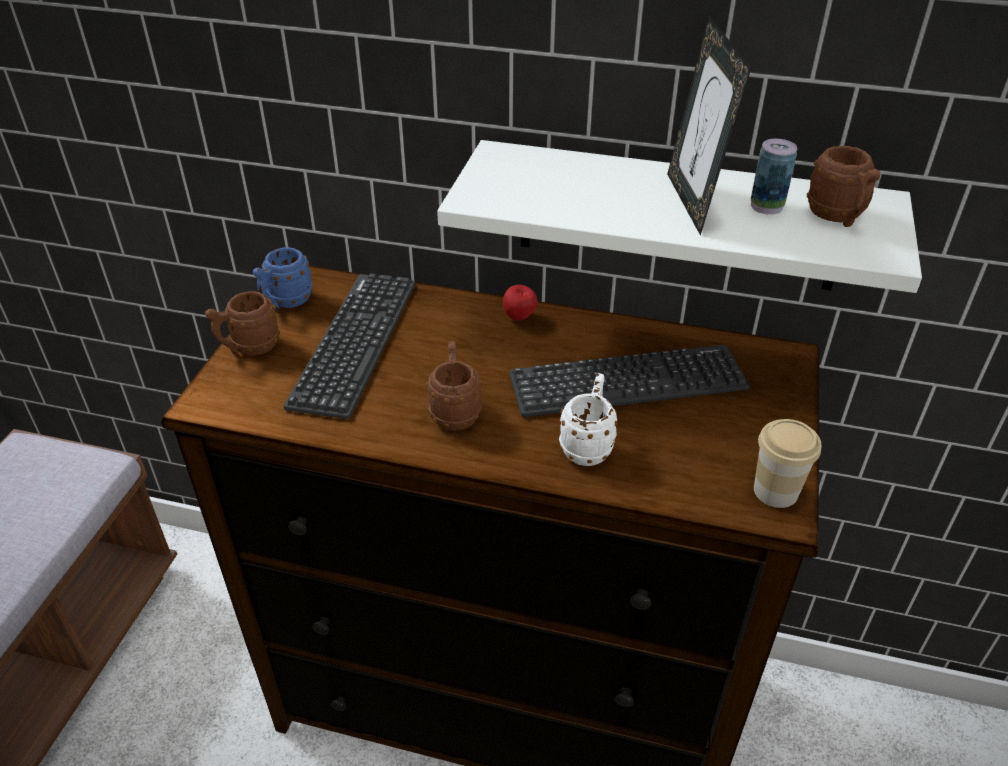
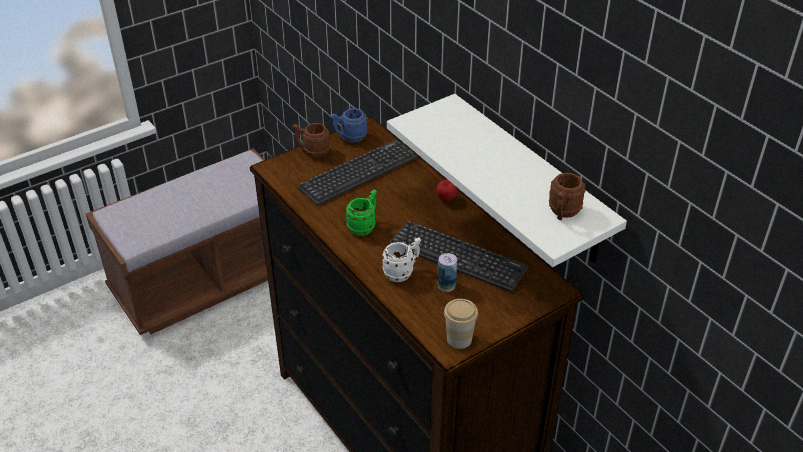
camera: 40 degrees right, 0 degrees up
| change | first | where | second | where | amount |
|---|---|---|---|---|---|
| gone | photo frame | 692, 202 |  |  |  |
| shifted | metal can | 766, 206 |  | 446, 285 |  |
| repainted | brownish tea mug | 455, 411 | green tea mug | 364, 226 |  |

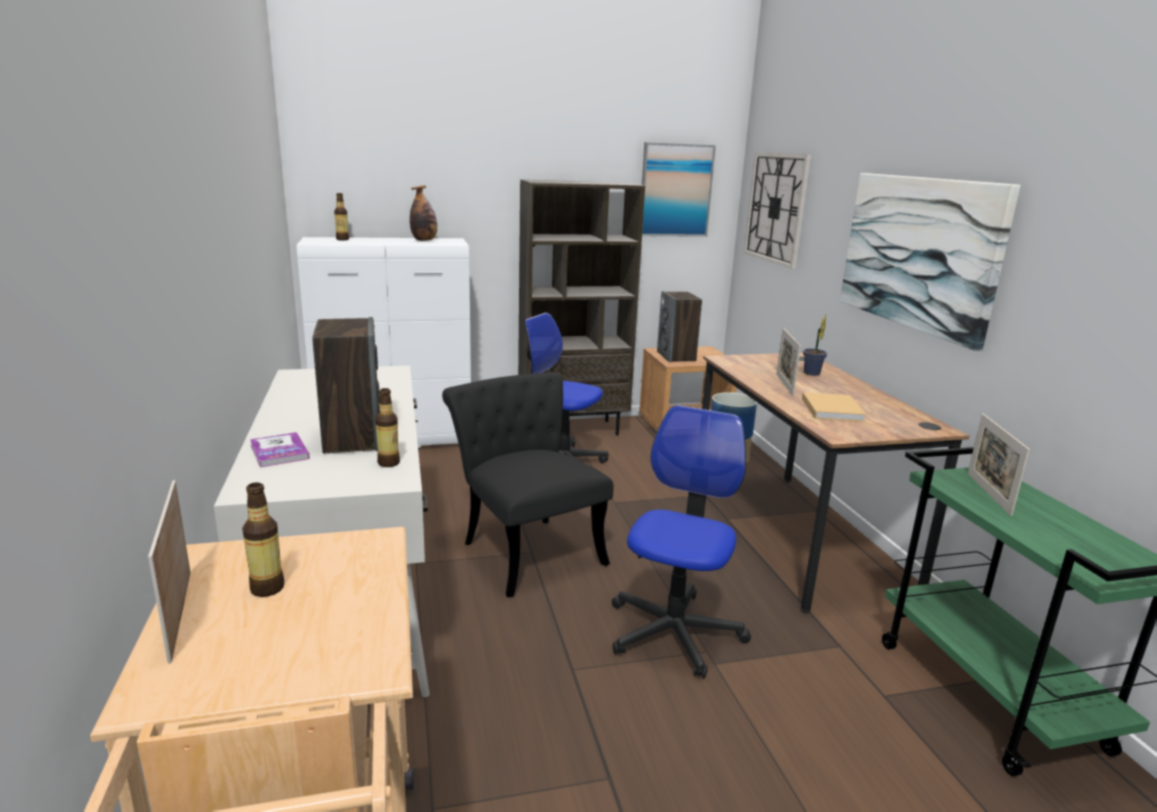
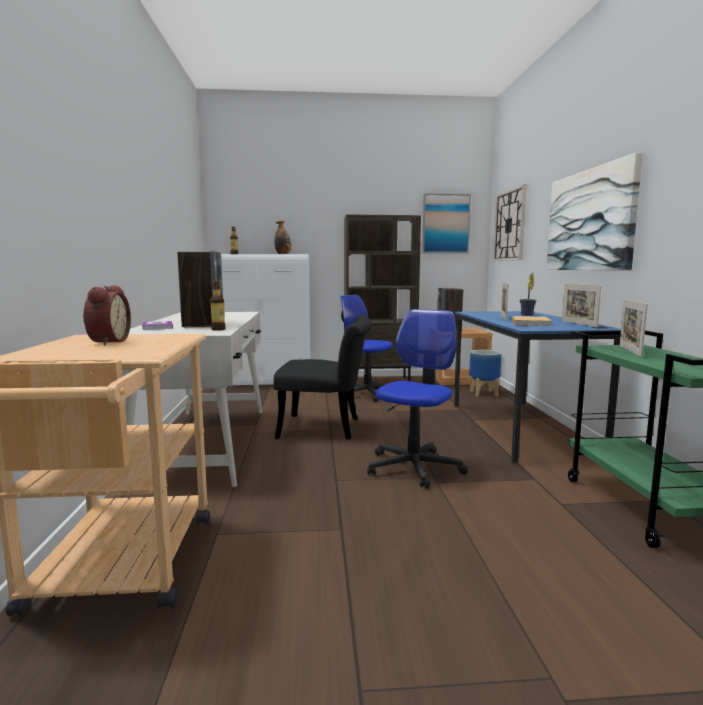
camera: 10 degrees right, 10 degrees down
| change | first | where | second | where | amount |
|---|---|---|---|---|---|
| shifted | photo frame | 180, 614 |  | 578, 324 |  |
| swapped | bottle | 267, 588 | table clock | 107, 342 |  |
| repainted | brownish desk unit | 794, 535 | blue desk unit | 519, 428 |  |
| rotated | black plain chair | 526, 549 |  | 327, 428 | 120 degrees clockwise |

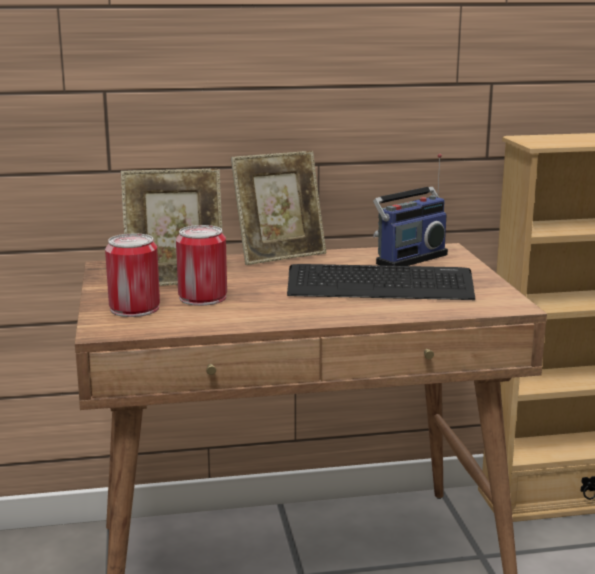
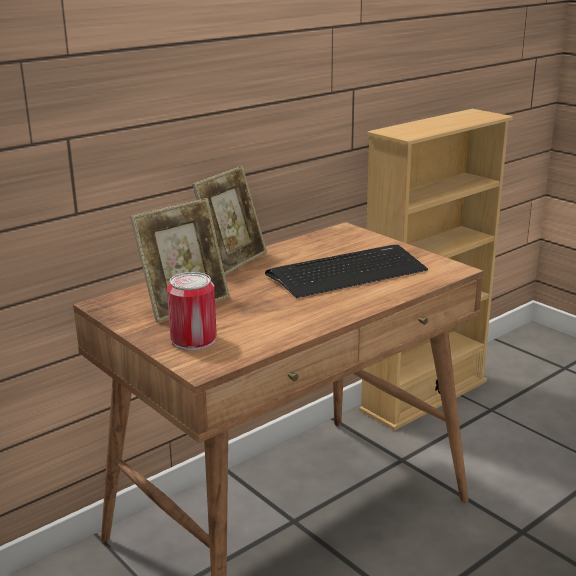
camera: 30 degrees left, 5 degrees up
| change | first | where | second | where | amount |
|---|---|---|---|---|---|
| gone | metal can | 202, 297 |  |  |  |
| gone | radio receiver | 408, 258 |  |  |  |

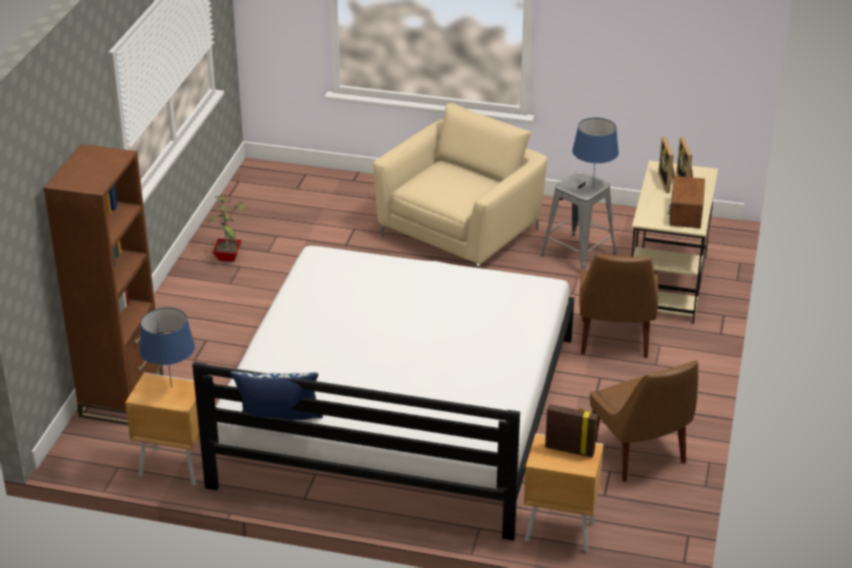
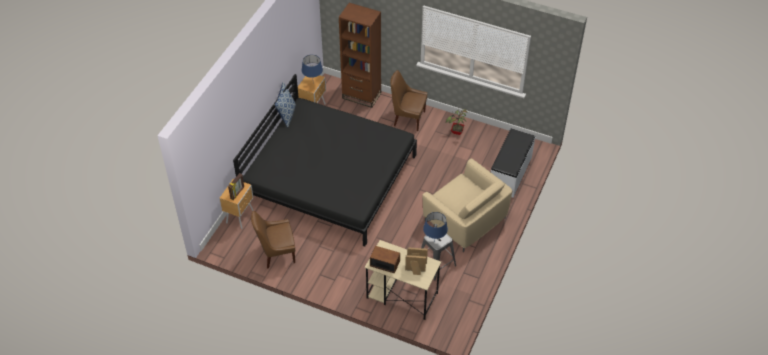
camera: 100 degrees right, 15 degrees up
| change | first | where | second | where | amount |
|---|---|---|---|---|---|
| new |  |  | whitish bench | 511, 173 |  |
| shifted | brownish plain chair | 614, 341 |  | 408, 118 |  |
| repainted | whitish sleeping bed | 398, 410 | black sleeping bed | 329, 177 |  |

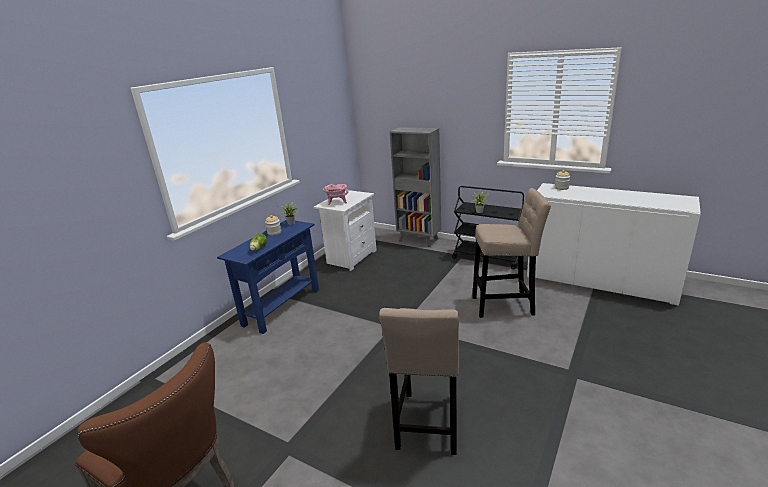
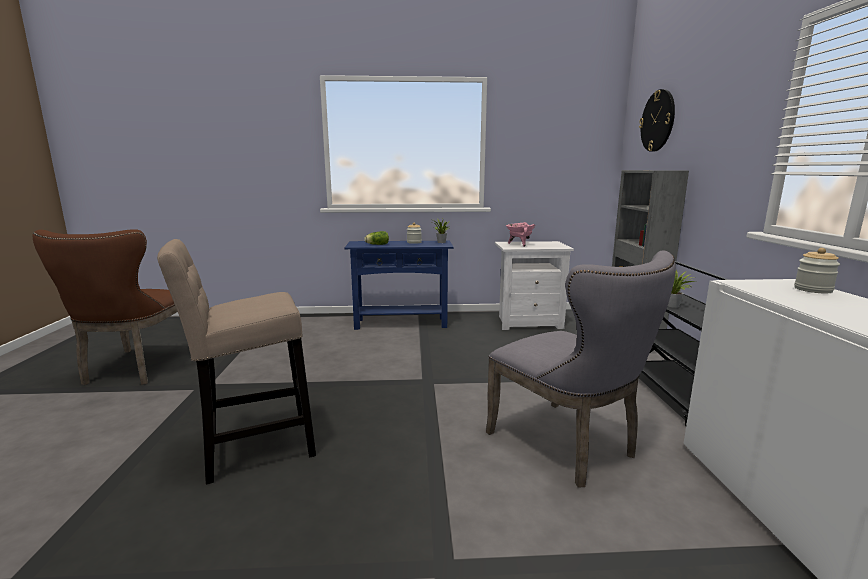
camera: 55 degrees right, 10 degrees down
| change | first | where | second | where | amount |
|---|---|---|---|---|---|
| new |  |  | hanging clock | 657, 121 |  |
| swapped | beige-coloured stool | 506, 305 | gray plain chair | 569, 446 |  |

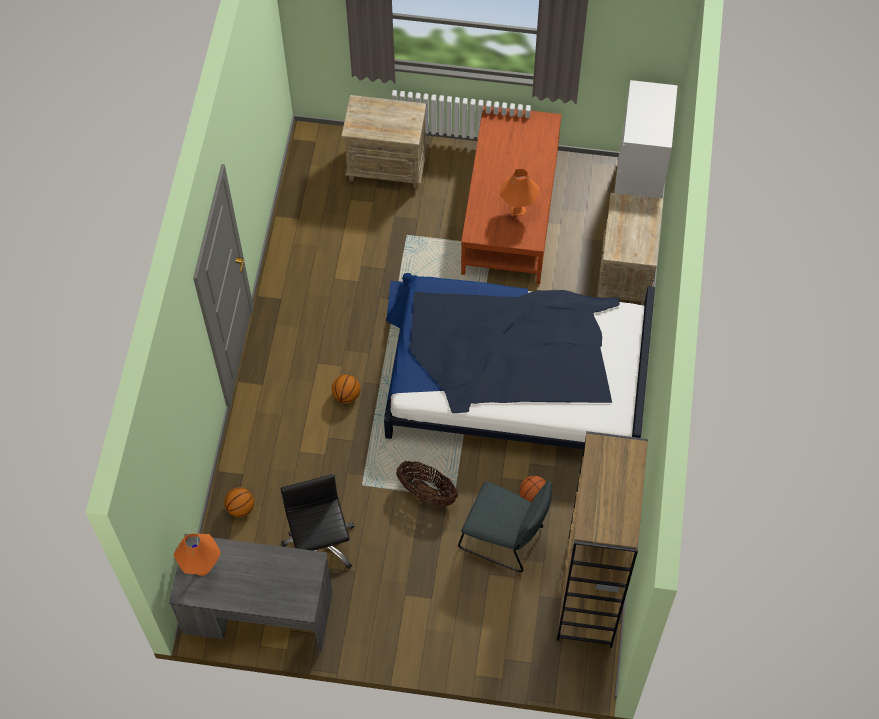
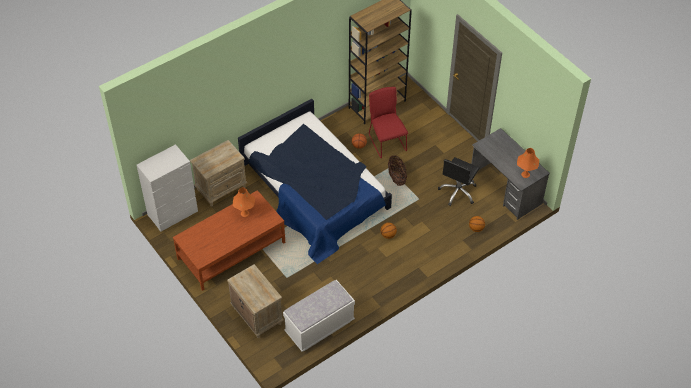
camera: 135 degrees left, 10 degrees down
| change | first | where | second | where | amount |
|---|---|---|---|---|---|
| new |  |  | whitish bench | 319, 327 |  |
| repainted | gray plain chair | 504, 539 | red plain chair | 386, 141 |  |

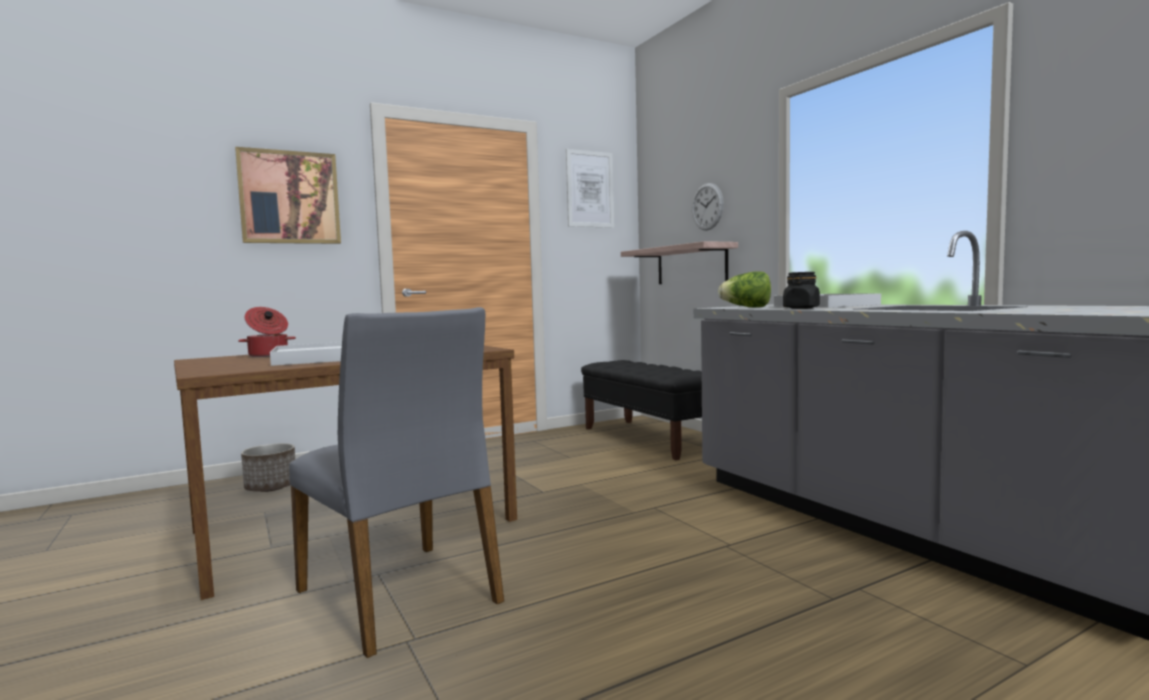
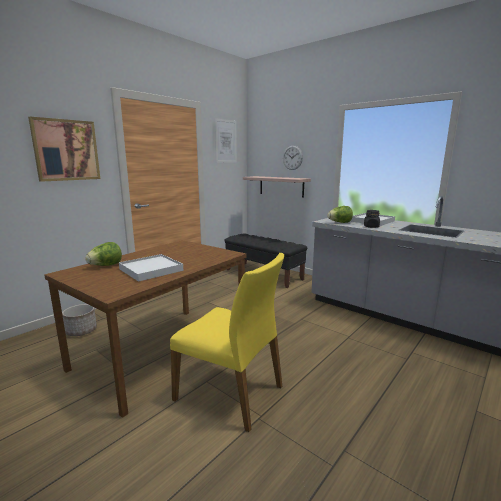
camera: 20 degrees left, 10 degrees up
| change | first | where | second | where | amount |
|---|---|---|---|---|---|
| swapped | stockpot | 268, 355 | head of lettuce | 106, 266 |  |
| repainted | gray plain chair | 401, 595 | yellow-coloured plain chair | 231, 392 |  |

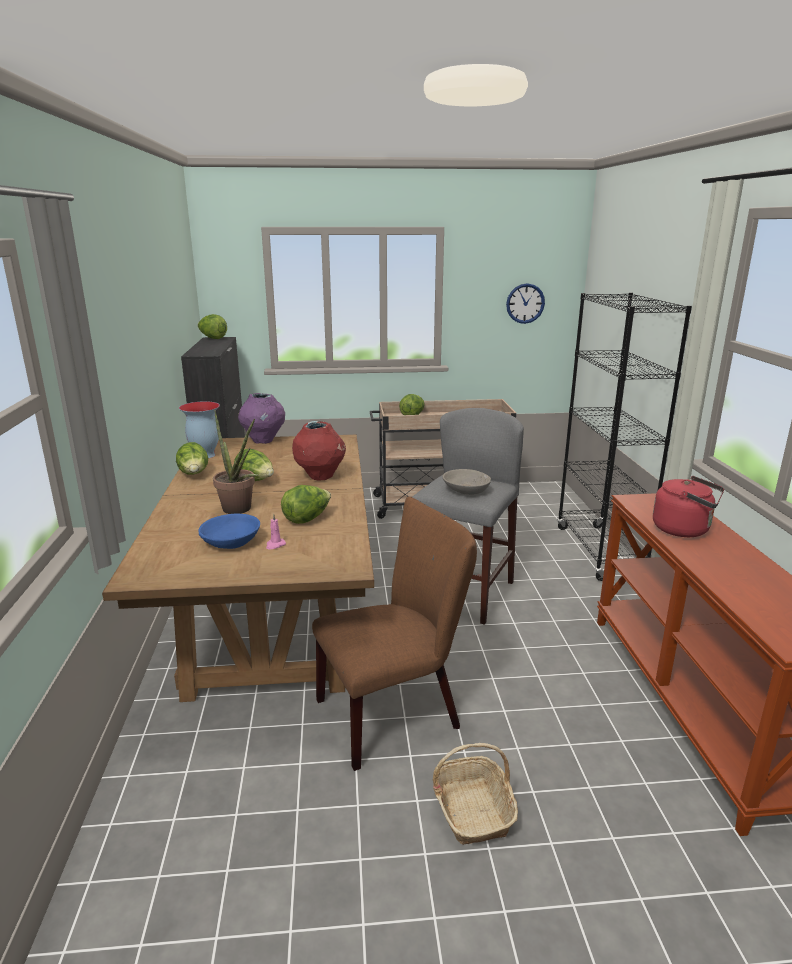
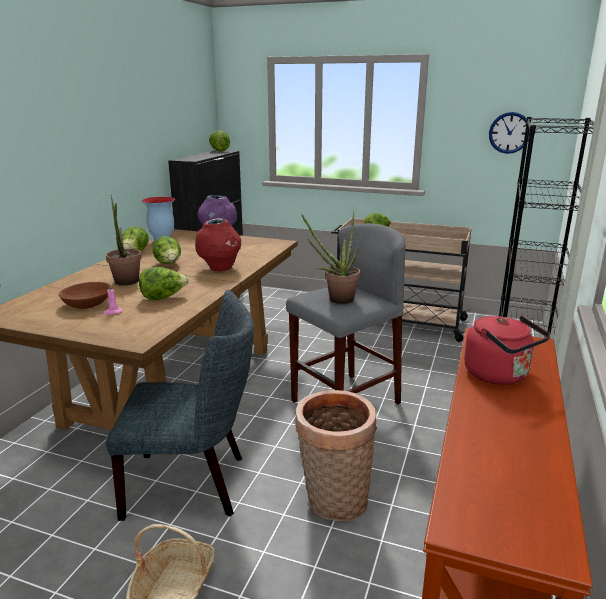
camera: 25 degrees right, 0 degrees up
| change | first | where | second | where | amount |
|---|---|---|---|---|---|
| new |  |  | storage basket | 333, 501 |  |
| swapped | gray serving bowl | 466, 490 | houseplant | 336, 300 |  |
| repainted | blue serving bowl | 231, 542 | brownish serving bowl | 87, 304 |  |
| repainted | brownish plain chair | 396, 711 | gray plain chair | 194, 484 |  |

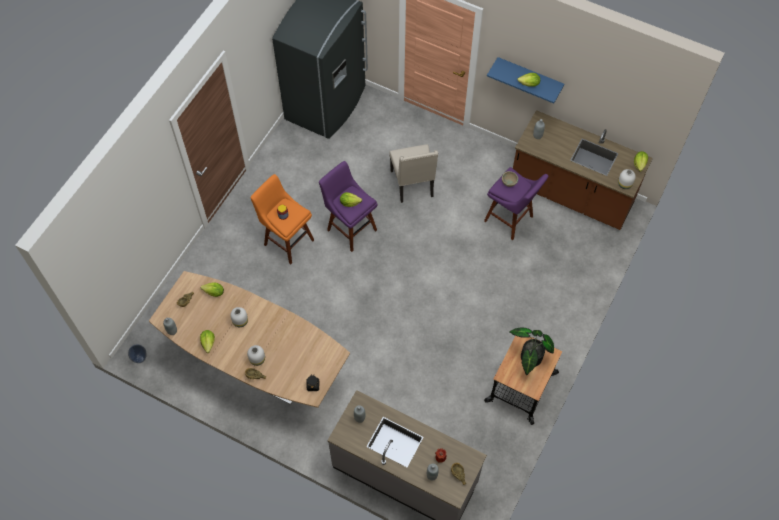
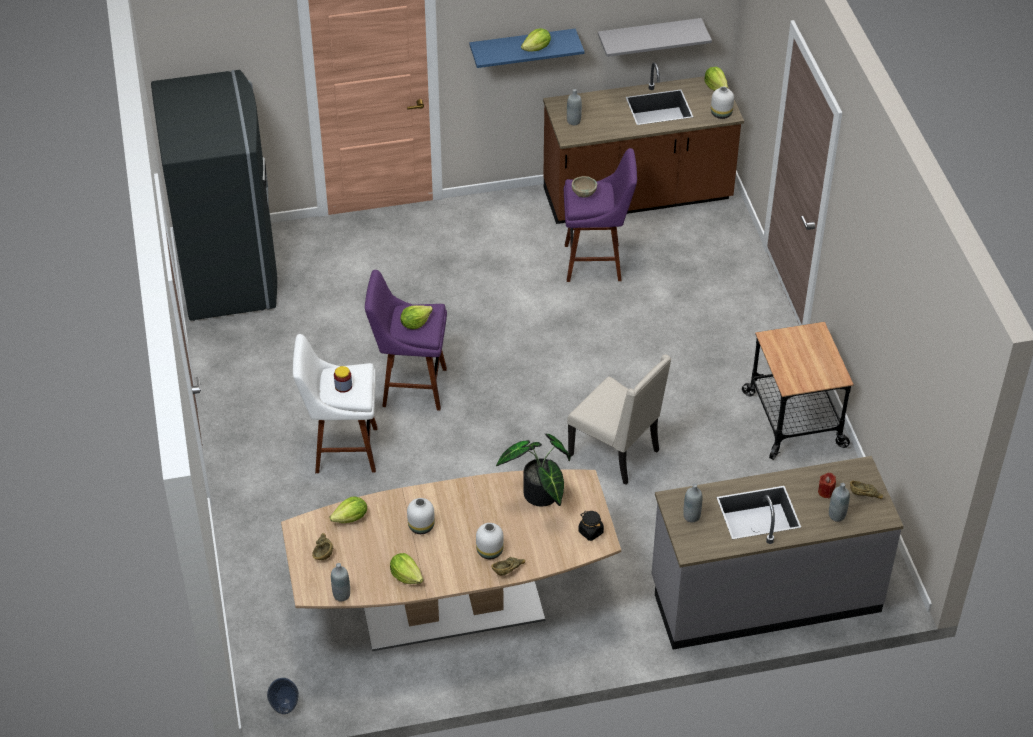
camera: 40 degrees left, 15 degrees down
| change | first | where | second | where | amount |
|---|---|---|---|---|---|
| new |  |  | gray bracket shelf | 649, 37 |  |
| shifted | beige-coloured plain chair | 413, 184 |  | 616, 453 |  |
| shifted | houseplant | 529, 359 |  | 540, 497 |  |
| repainted | orange-coloured stool | 287, 241 | whitish stool | 342, 450 |  |

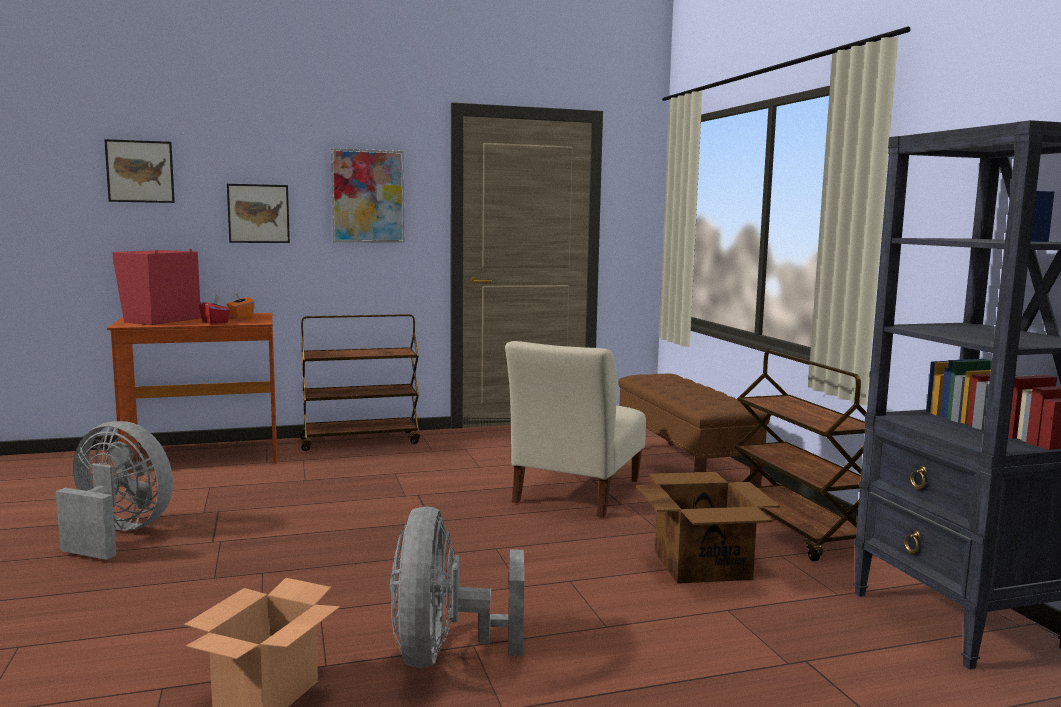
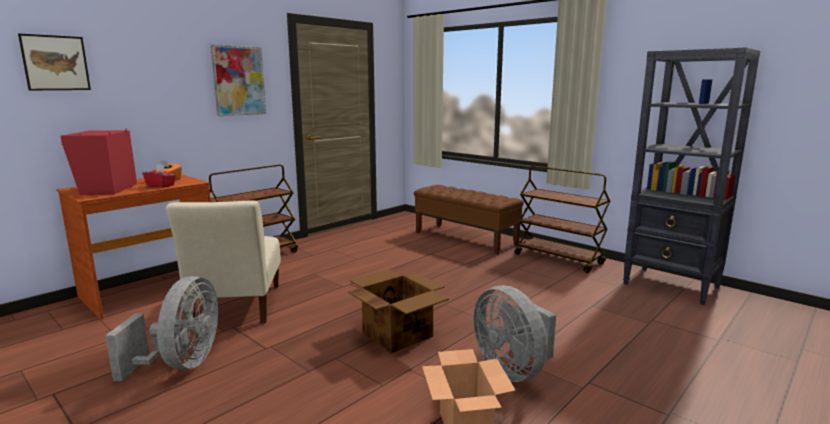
camera: 30 degrees left, 5 degrees up
| change | first | where | second | where | amount |
|---|---|---|---|---|---|
| gone | picture | 258, 213 |  |  |  |
| shifted | beige-coloured plain chair | 575, 494 |  | 236, 307 |  |
| shifted | carton | 702, 565 |  | 397, 334 |  |
| rotated | gray fan | 117, 534 |  | 182, 364 | 105 degrees clockwise |

